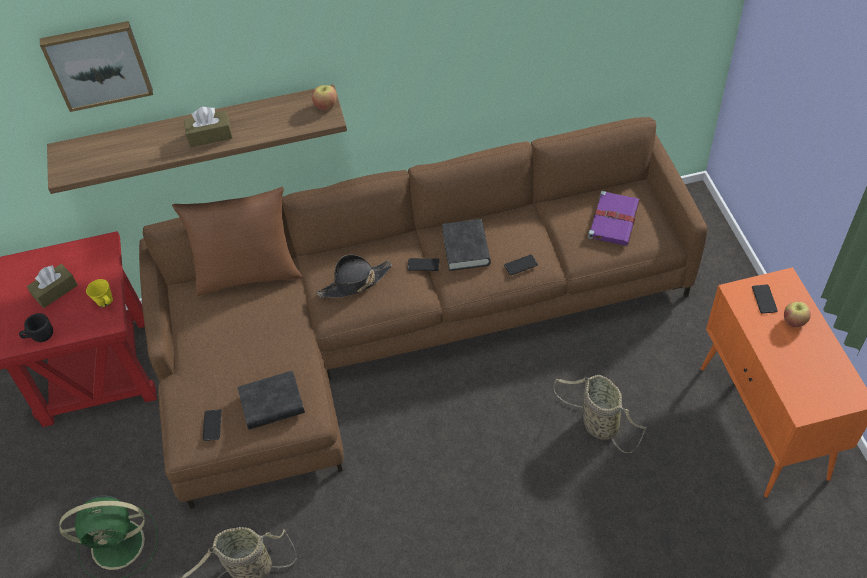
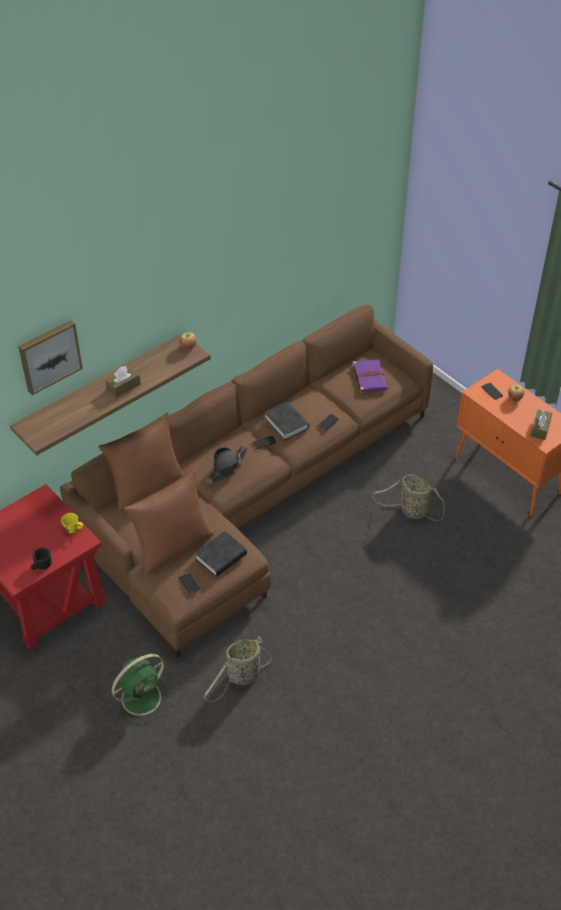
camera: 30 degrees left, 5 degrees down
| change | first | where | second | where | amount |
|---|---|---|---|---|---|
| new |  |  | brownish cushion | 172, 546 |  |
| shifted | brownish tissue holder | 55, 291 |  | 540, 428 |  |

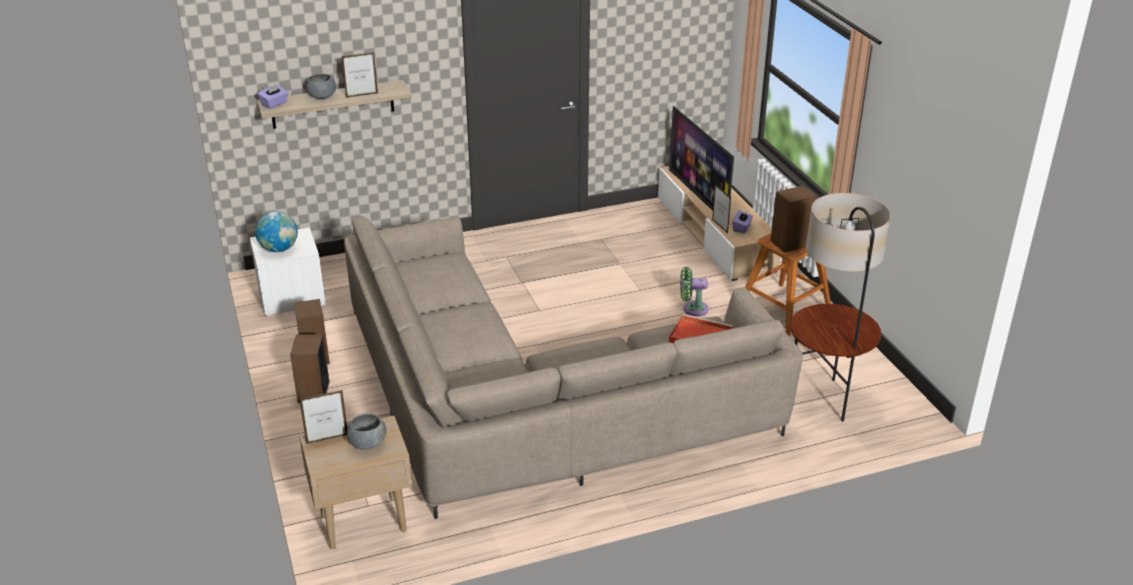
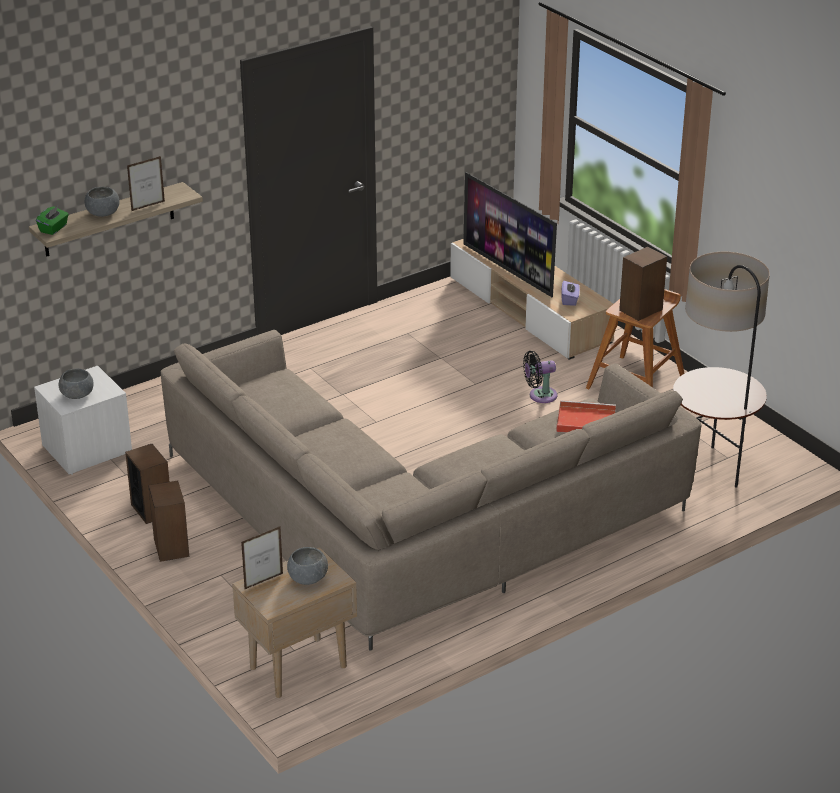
camera: 15 degrees left, 0 degrees up
| change | first | where | second | where | amount |
|---|---|---|---|---|---|
| gone | photo frame | 720, 226 |  |  |  |
| swapped | globe | 279, 249 | gray serving bowl | 77, 395 |  |
| repainted | purple-coloured tissue holder | 274, 104 | green tissue holder | 54, 228 |  |
| repainted | green fan | 692, 309 | black fan | 540, 396 |  |

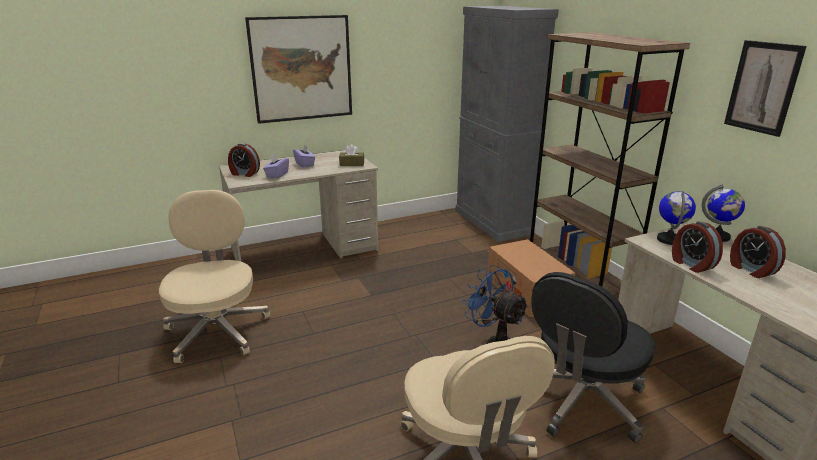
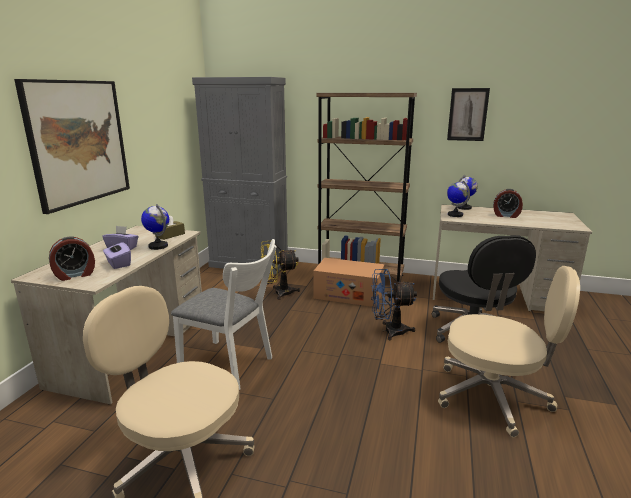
camera: 50 degrees left, 5 degrees down
| change | first | where | second | where | amount |
|---|---|---|---|---|---|
| gone | table clock | 691, 264 |  |  |  |
| new |  |  | globe | 158, 246 |  |
| new |  |  | whitish plain chair | 231, 365 |  |
| new |  |  | yellow-coloured fan | 278, 293 |  |

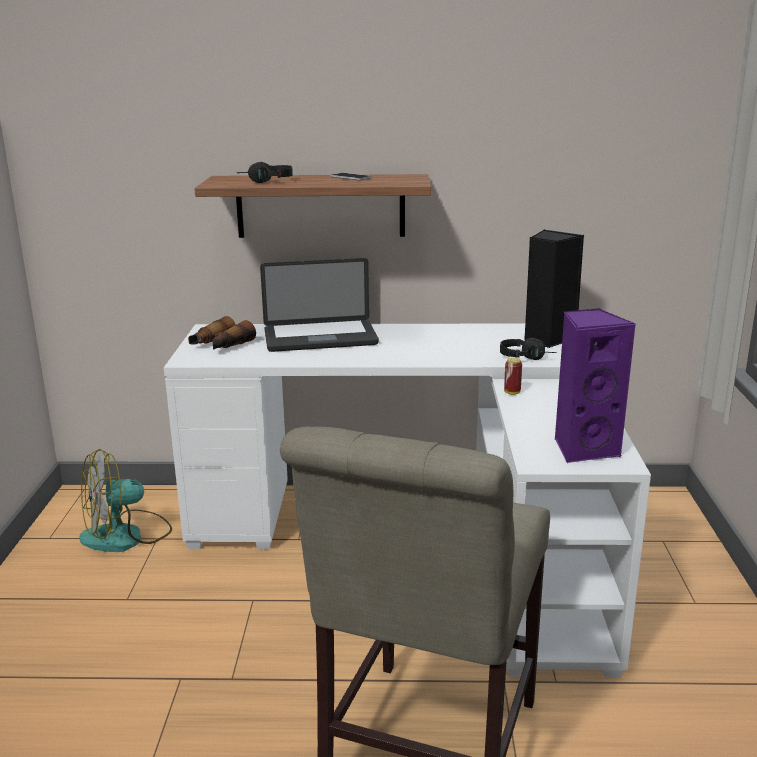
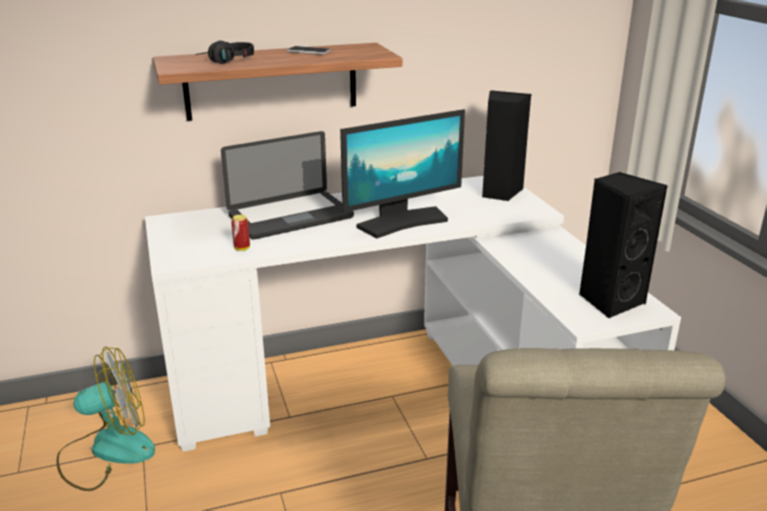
camera: 20 degrees left, 5 degrees up
| change | first | where | second | where | amount |
|---|---|---|---|---|---|
| gone | field glasses | 220, 345 |  |  |  |
| gone | black headset | 527, 357 |  |  |  |
| new |  |  | monitor | 402, 222 |  |
| shifted | metal can | 512, 392 |  | 242, 248 |  |
| repainted | purple-coloured speaker | 583, 449 | black speaker | 609, 301 |  |
| rotated | fan | 126, 536 |  | 107, 451 | 150 degrees counterclockwise |

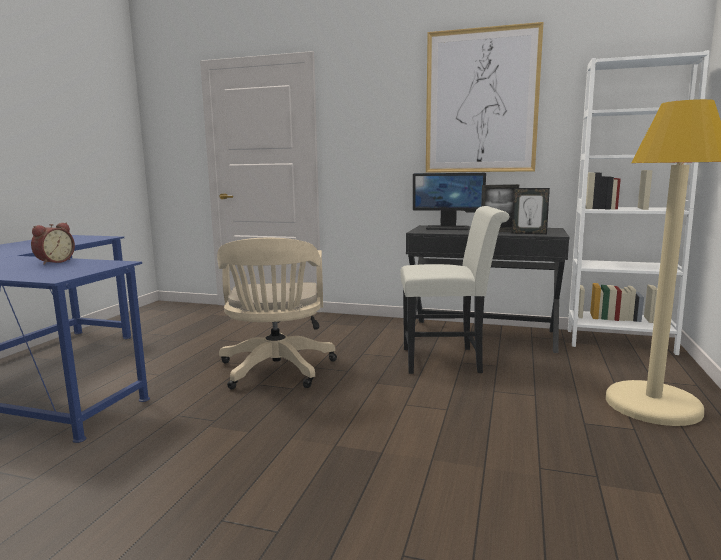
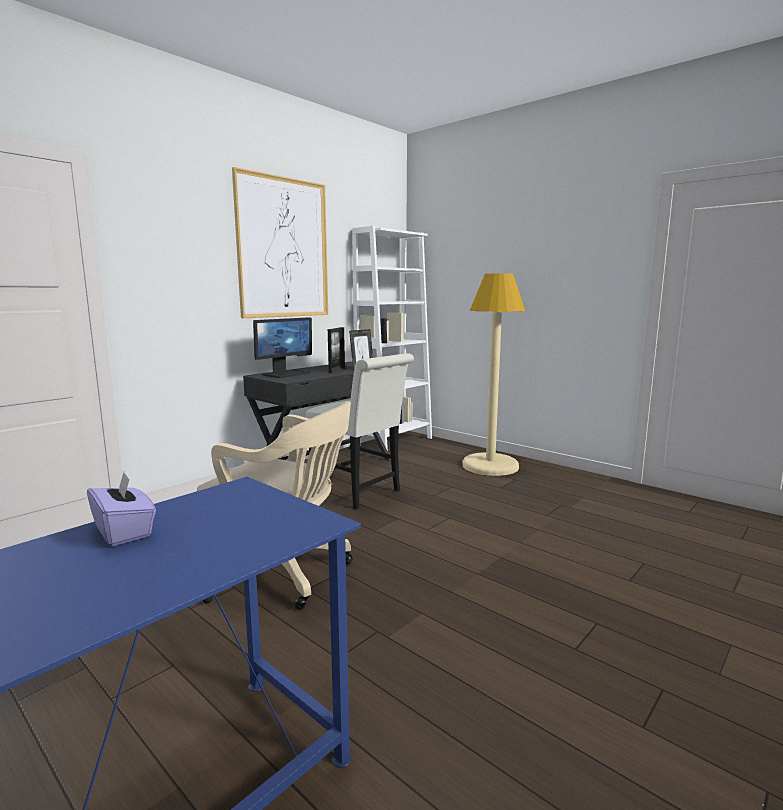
camera: 65 degrees left, 0 degrees up
| change | first | where | second | where | amount |
|---|---|---|---|---|---|
| swapped | table clock | 54, 262 | purple-coloured tissue holder | 124, 531 |  |
| rotated | whitish plain chair | 448, 360 |  | 360, 493 | 105 degrees clockwise |

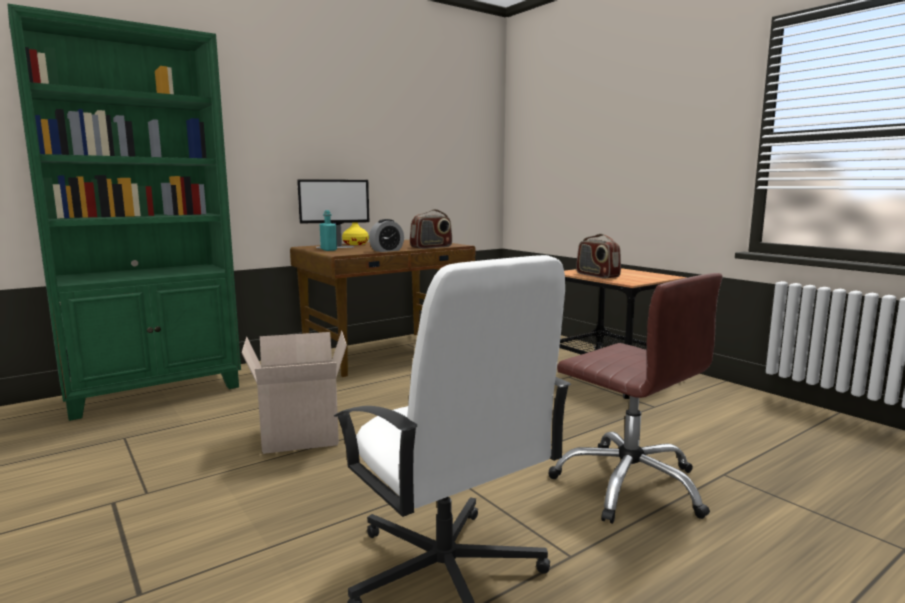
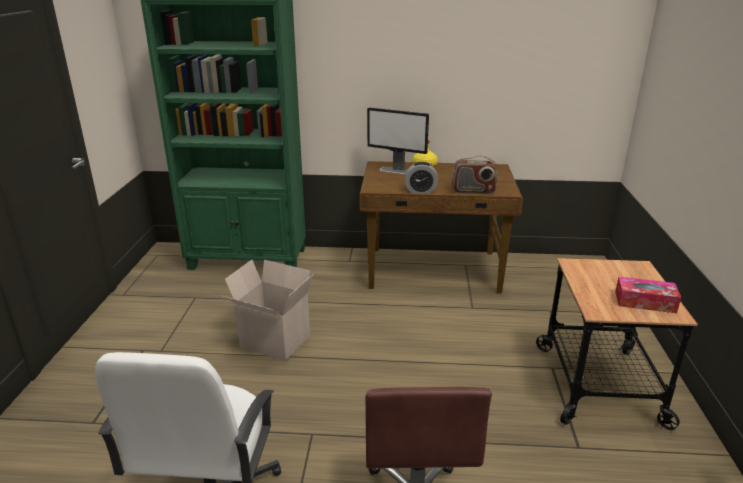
camera: 40 degrees right, 15 degrees up
| change | first | where | second | where | amount |
|---|---|---|---|---|---|
| gone | turquoise-coloured bottle | 328, 250 |  |  |  |
| gone | radio receiver | 597, 275 |  |  |  |
| new |  |  | tissue holder | 645, 302 |  |

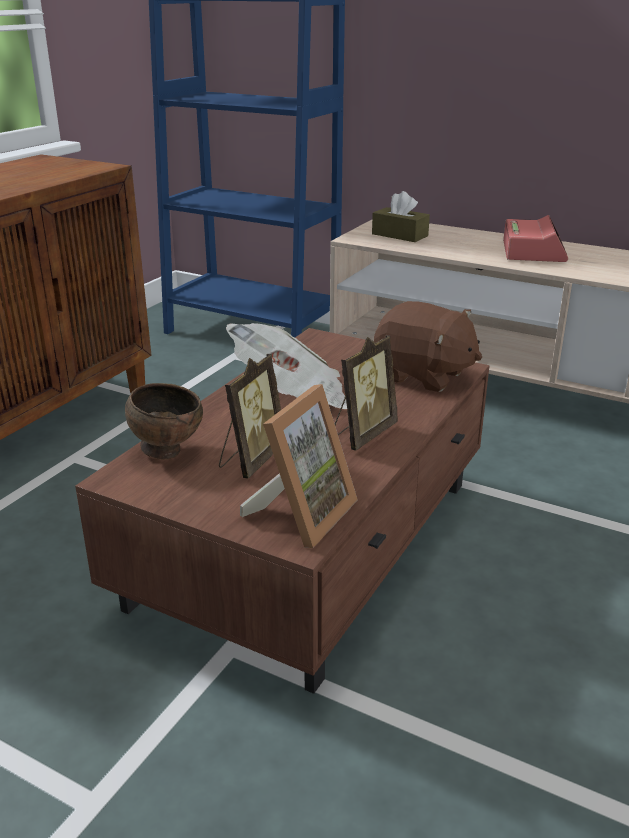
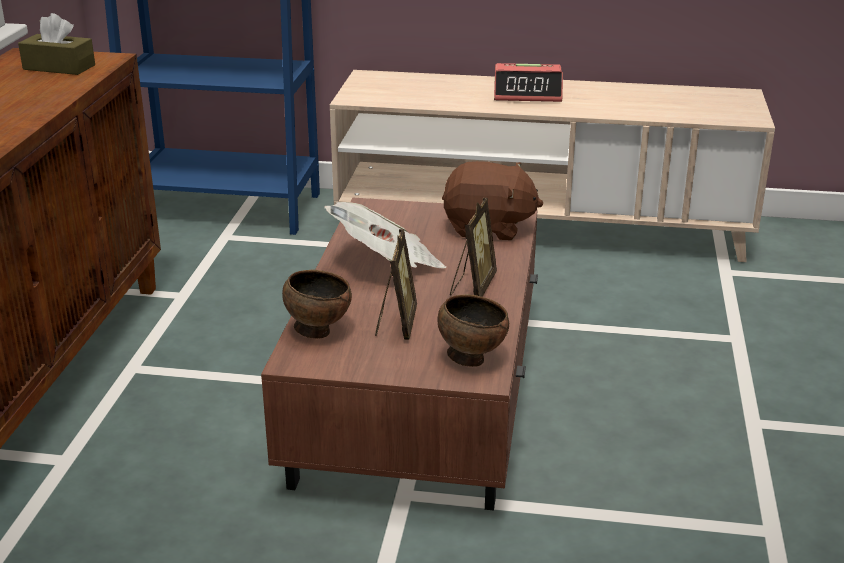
camera: 20 degrees left, 0 degrees up
| change | first | where | second | where | amount |
|---|---|---|---|---|---|
| shifted | brownish tissue holder | 399, 235 |  | 59, 67 |  |
| swapped | photo frame | 302, 514 | brownish serving bowl | 471, 358 |  |
| rotated | table clock | 533, 251 |  | 528, 93 | 105 degrees clockwise |

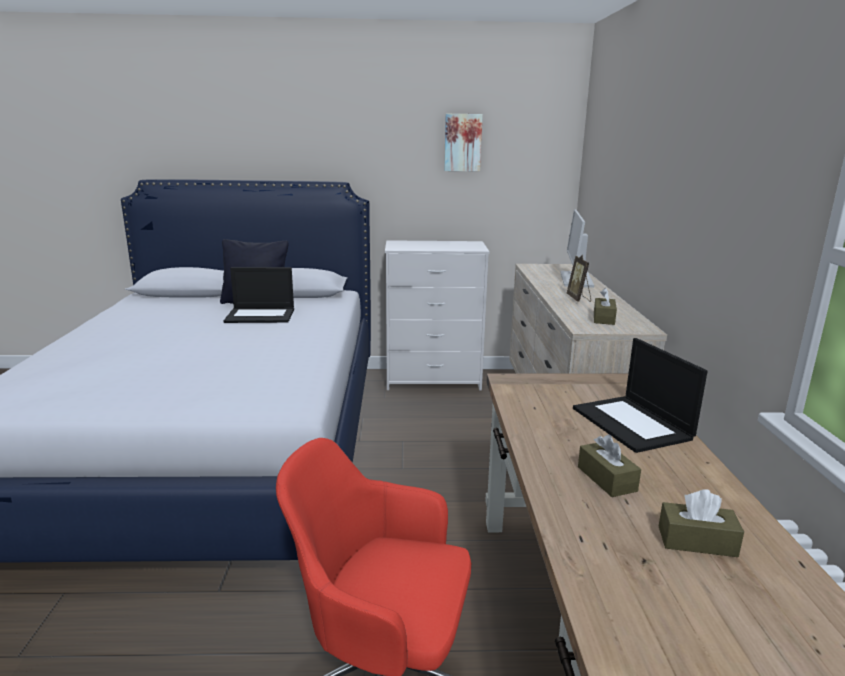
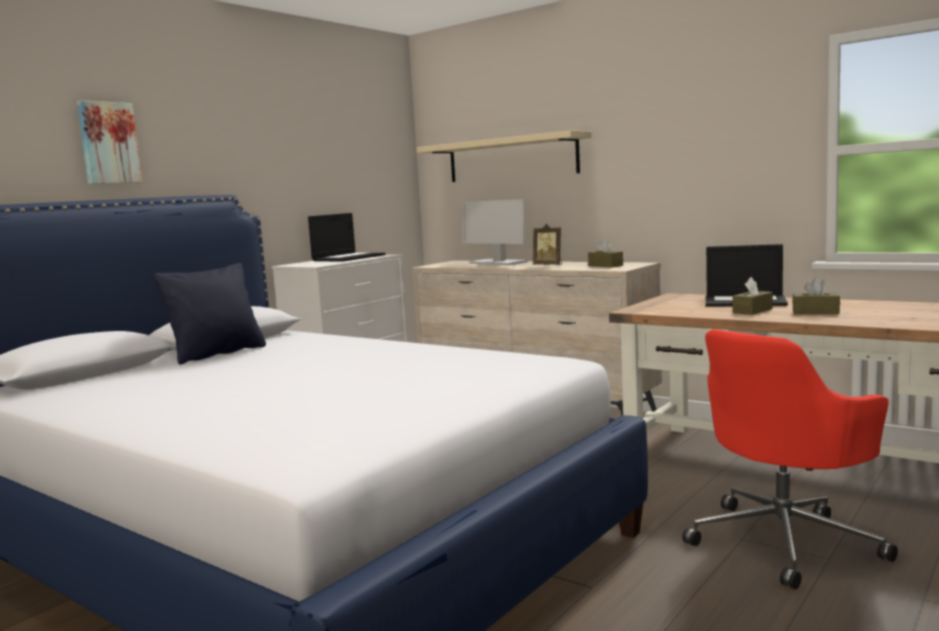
camera: 50 degrees left, 10 degrees down
| change | first | where | second | where | amount |
|---|---|---|---|---|---|
| new |  |  | beige-coloured bracket shelf | 511, 159 |  |
| shifted | laptop | 261, 315 |  | 349, 258 |  |
| shifted | picture | 462, 142 |  | 108, 143 |  |
| shifted | brownish tissue holder | 697, 541 |  | 752, 311 |  |

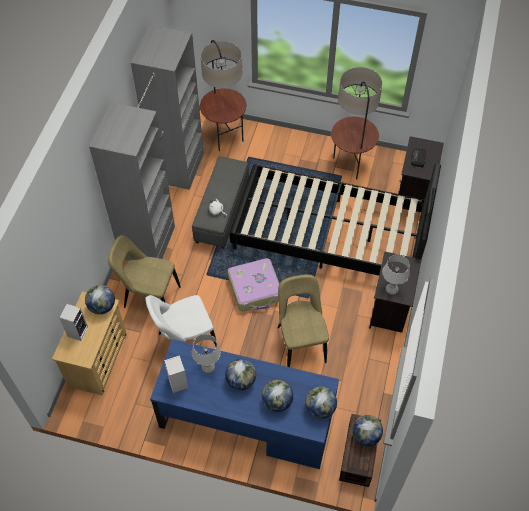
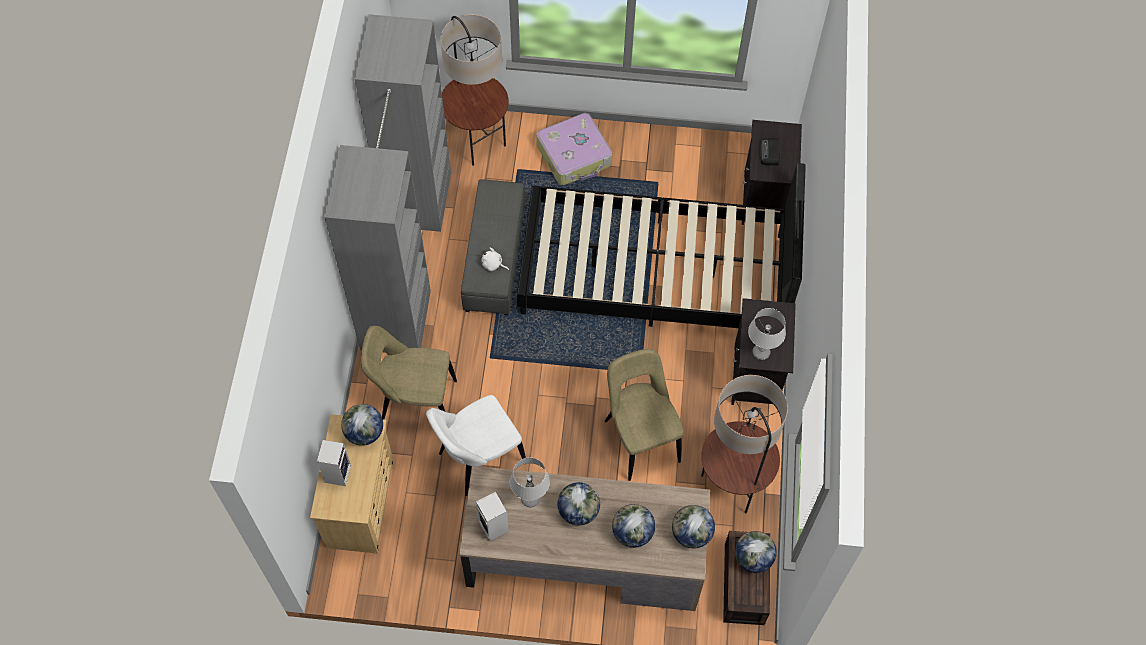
camera: 10 degrees left, 5 degrees up
| change | first | where | second | where | amount |
|---|---|---|---|---|---|
| shifted | piece of luggage | 255, 289 |  | 574, 156 |  |
| shifted | standard lamp | 350, 165 |  | 731, 486 |  |
| repainted | blue desk unit | 246, 418 | brownish desk unit | 584, 556 |  |

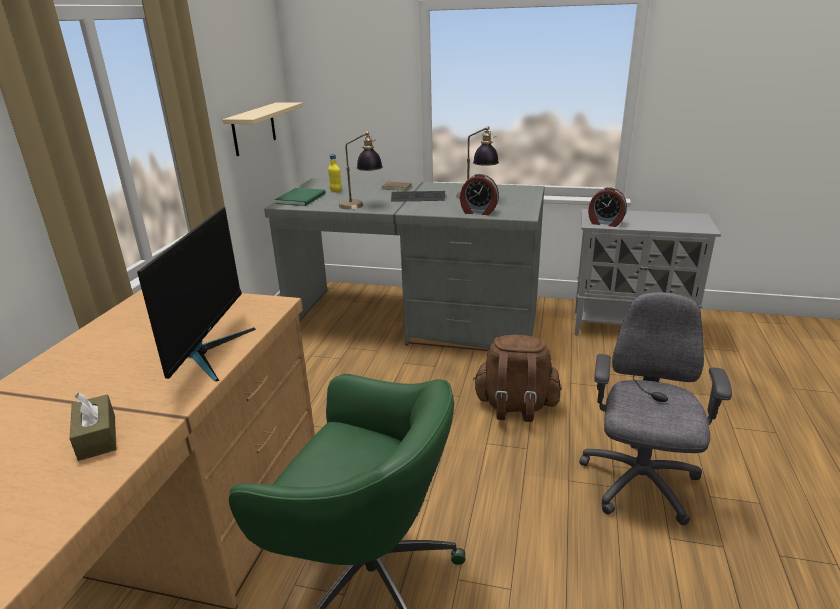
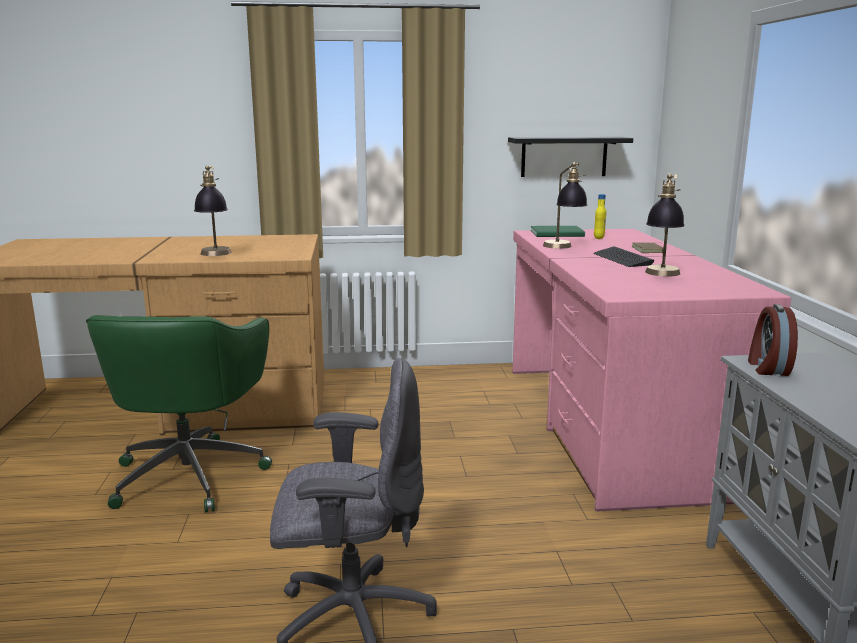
camera: 70 degrees right, 10 degrees down
| change | first | where | second | where | amount |
|---|---|---|---|---|---|
| gone | brownish tissue holder | 97, 437 |  |  |  |
| gone | table clock | 478, 212 |  |  |  |
| gone | brownish knapsack | 515, 406 |  |  |  |
| swapped | monitor | 208, 352 | tabletop lamp | 215, 255 |  |
| repainted | beige-coloured bracket shelf | 254, 129 | black bracket shelf | 564, 156 |  |
| repainted | gray desk unit | 414, 321 | pink-coloured desk unit | 609, 425 |  |

